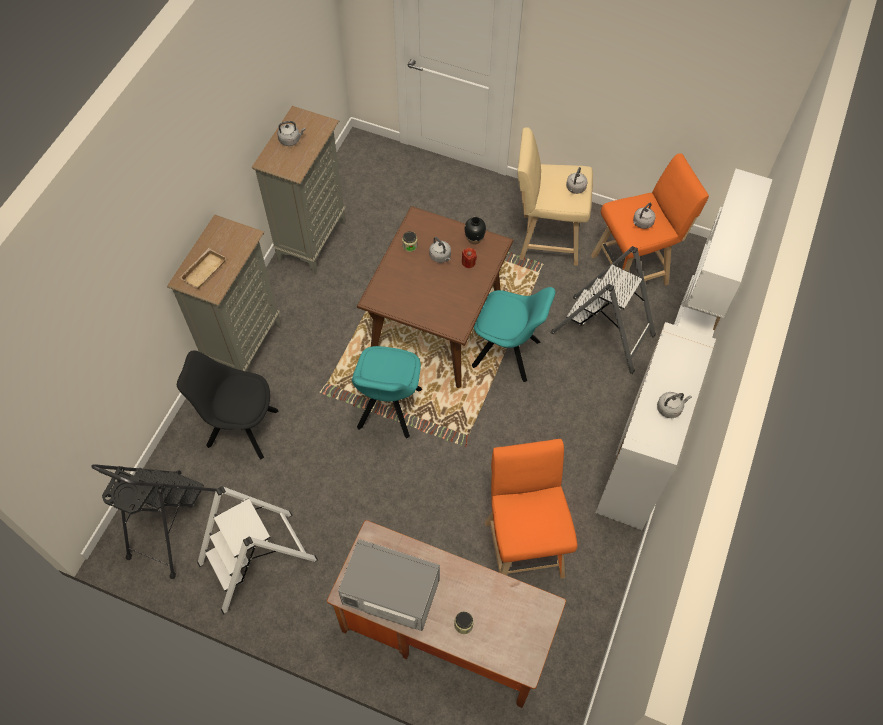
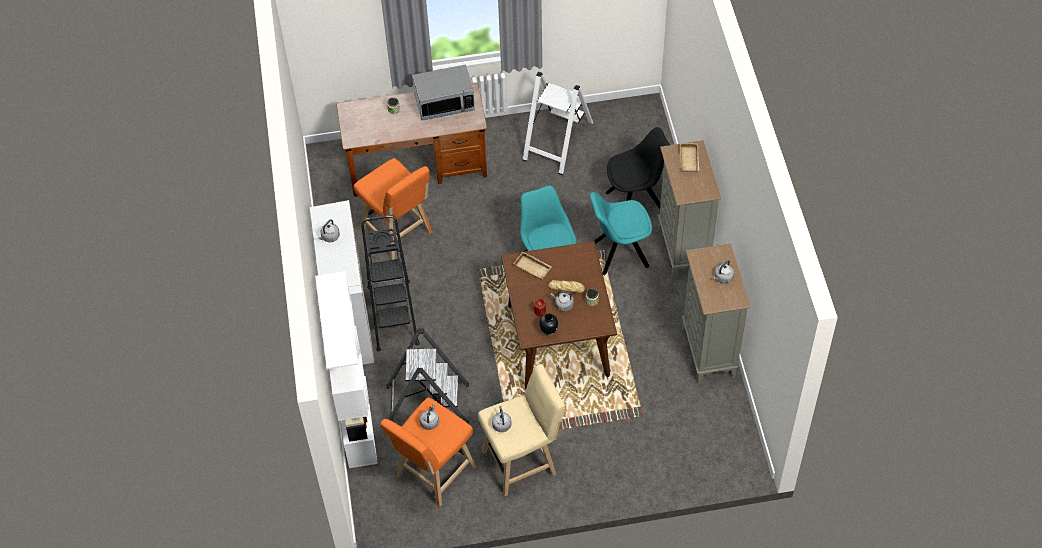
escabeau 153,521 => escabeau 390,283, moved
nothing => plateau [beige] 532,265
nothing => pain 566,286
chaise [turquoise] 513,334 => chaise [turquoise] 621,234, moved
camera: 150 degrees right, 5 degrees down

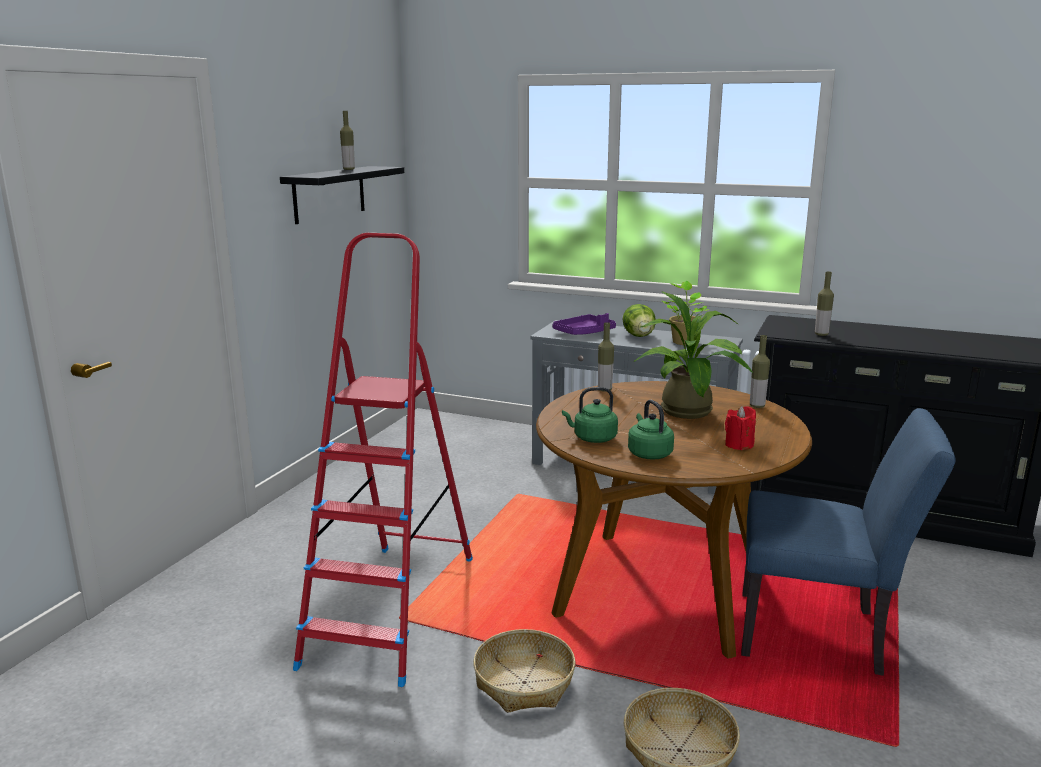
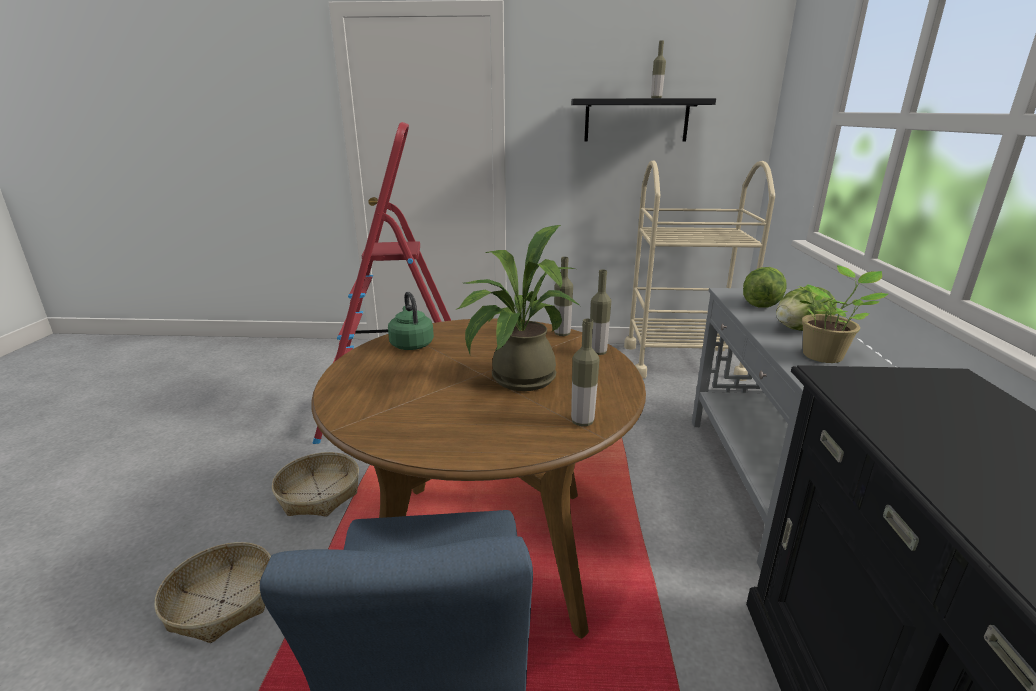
bouteille 824,304 => bouteille 600,312, moved
nothing => chariot [beige] 699,270
plateau [violet] 584,324 => laitue 764,287
bouilloire [vert] 651,430 => nothing
bougie [rouge] 740,428 => nothing
camera: 70 degrees right, 5 degrees up

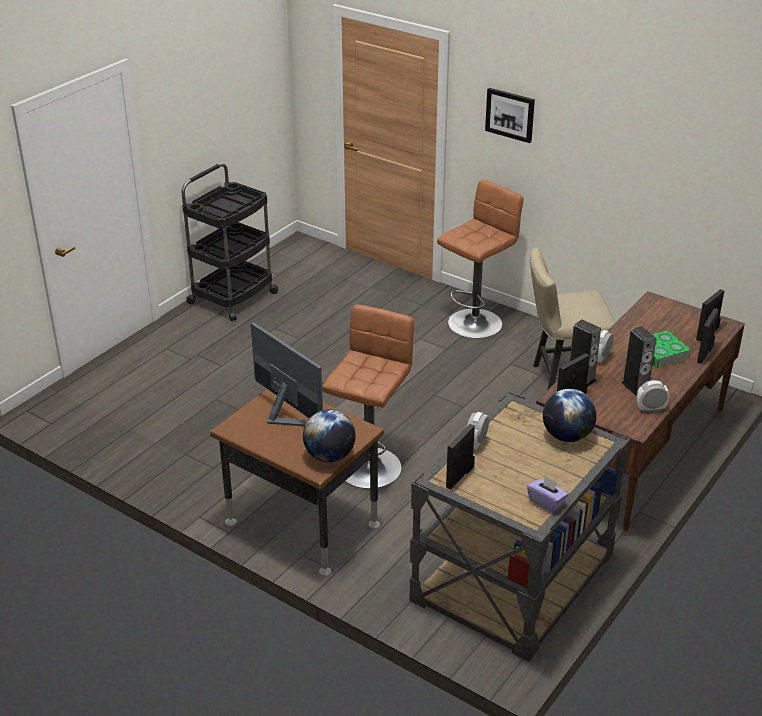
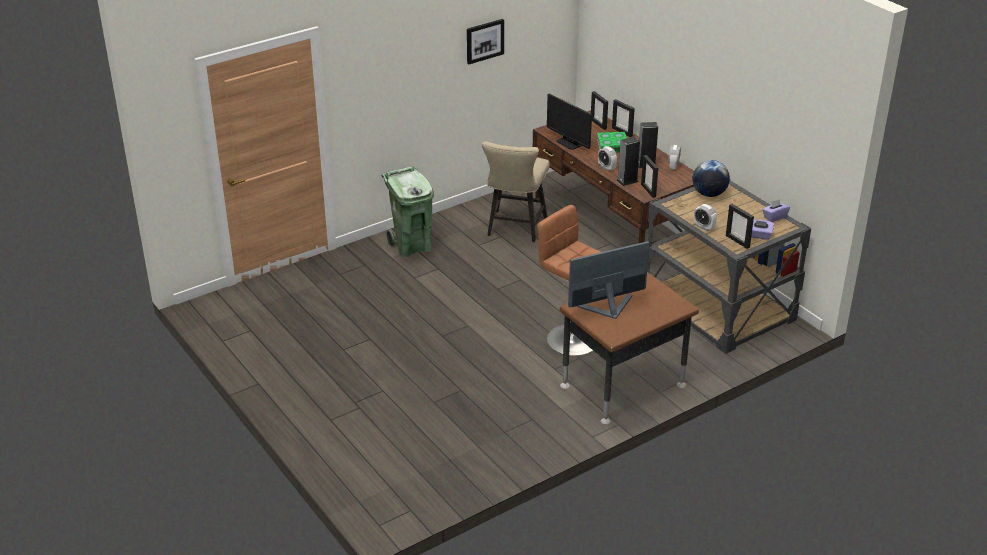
tabouret [marron] 480,259 => poubelle [vert] 407,212
tableau 510,115 => tableau 485,41, moved
nothing => écran d'ordinateur 569,121
nothing => boîte à mouchoirs [violet] 762,229
chariot [noir] 230,242 => nothing
globe 329,436 => nothing
camera: 70 degrees left, 0 degrees up

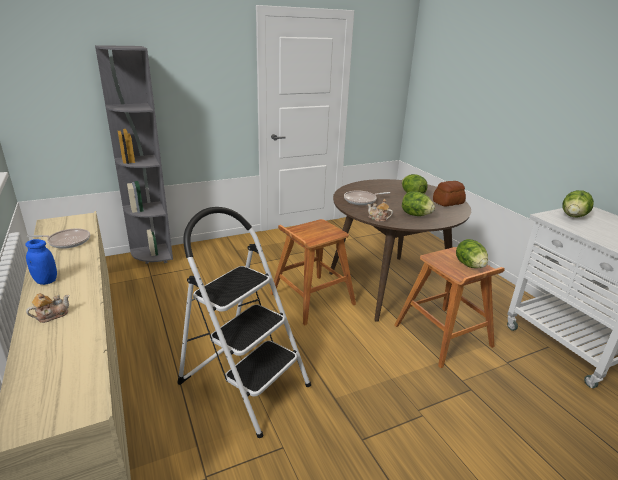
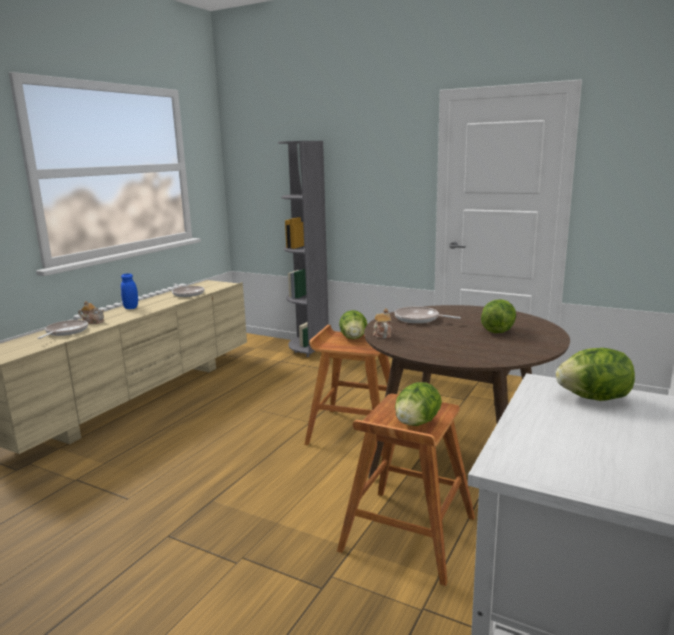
nothing => poêle 63,329
laitue 418,203 => laitue 353,324, moved
escabeau 244,322 => nothing
pain 449,193 => nothing
camera: 55 degrees right, 10 degrees down

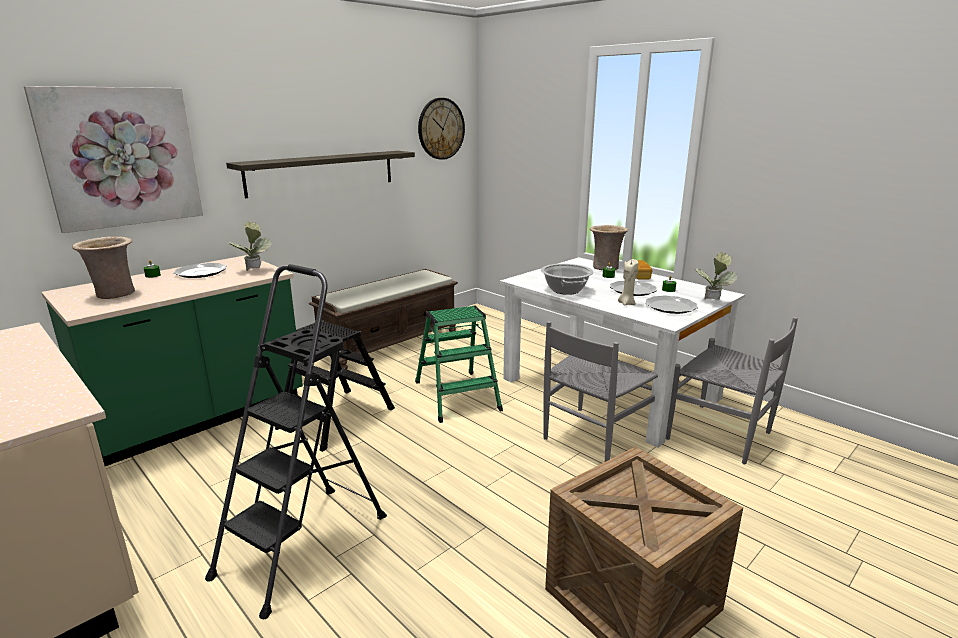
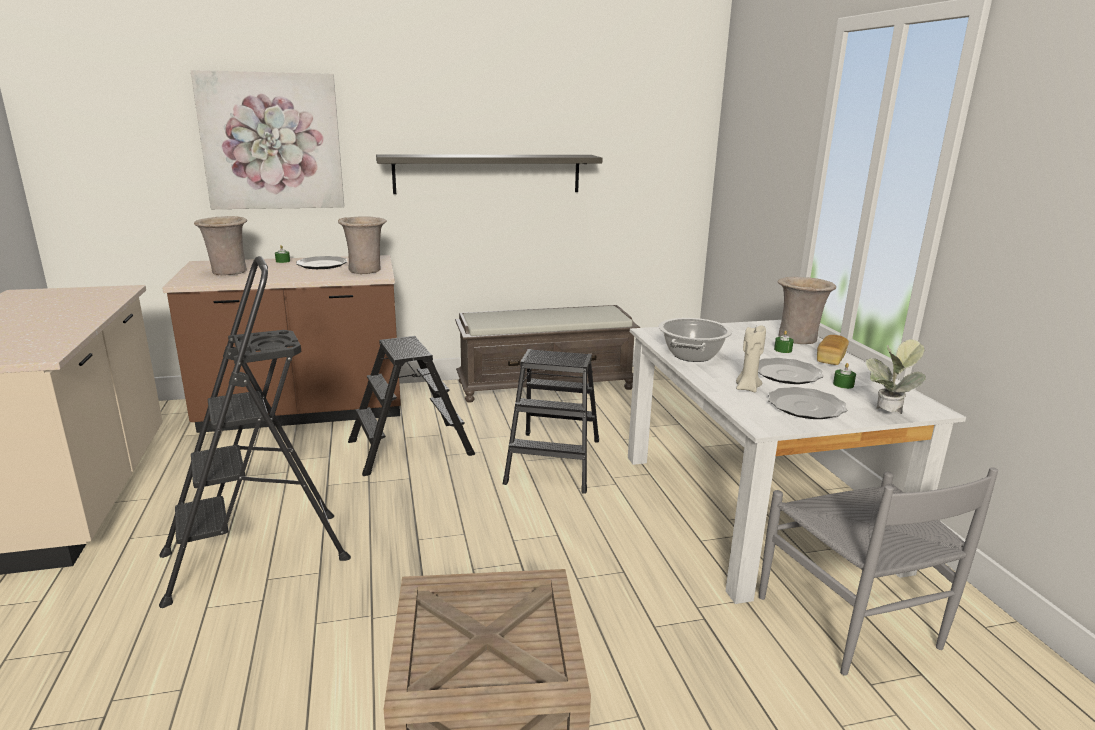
comptoir de cuisine [vert] 172,360 => comptoir de cuisine [marron] 282,344
plante en pot 250,246 => vase [beige] 362,245
escabeau [vert] 459,364 => escabeau [noir] 551,421
horloge murale 441,129 => nothing
chaise [gris] 600,391 => nothing
camera: 30 degrees right, 0 degrees up

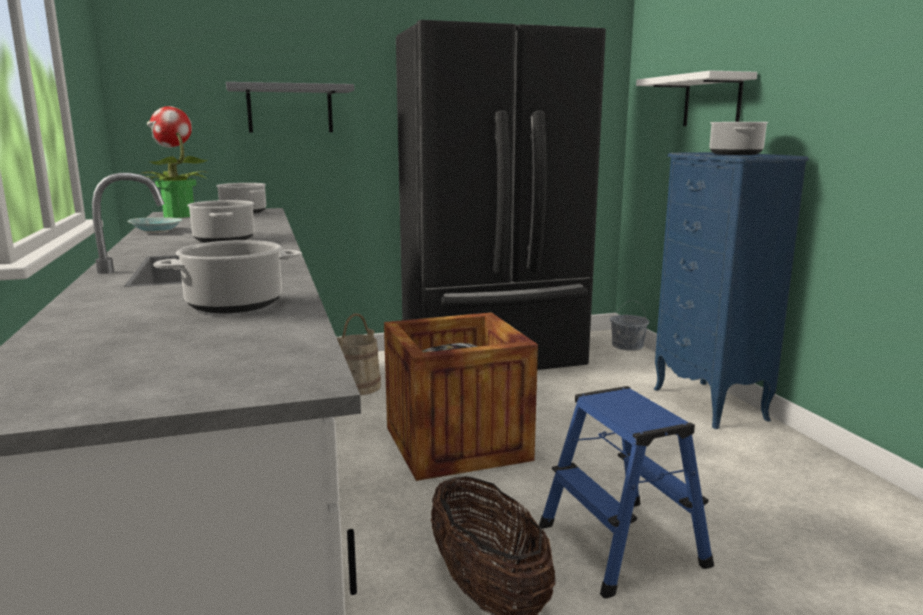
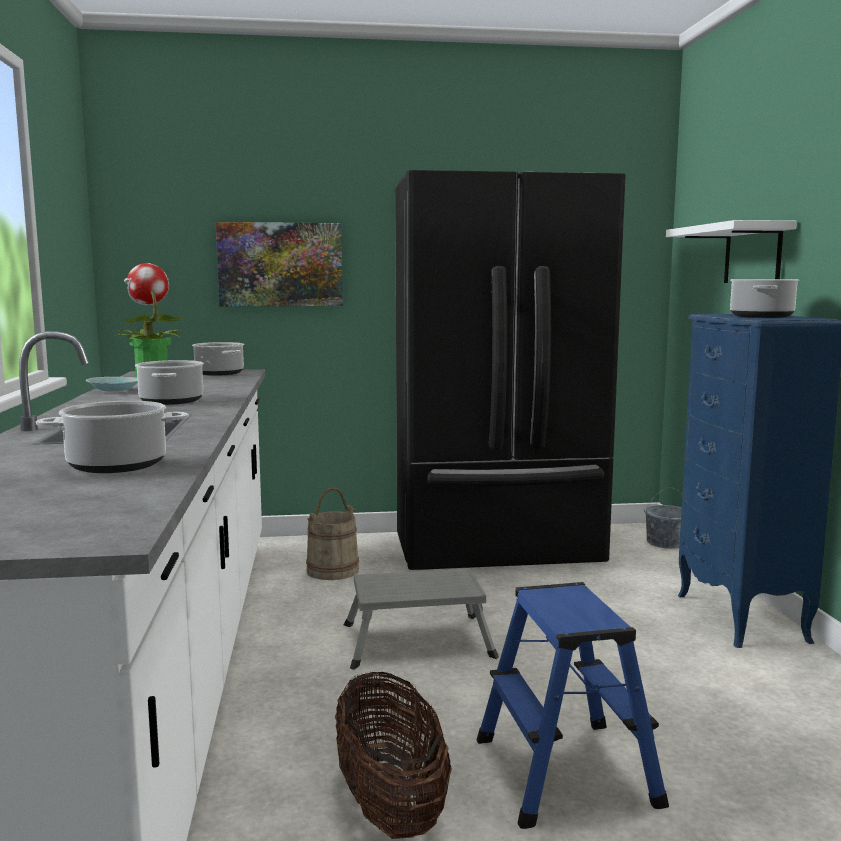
étagère [gris] 290,107 => tableau 279,264
caisse 461,396 => escabeau [gris] 421,619
camera: 10 degrees right, 5 degrees down

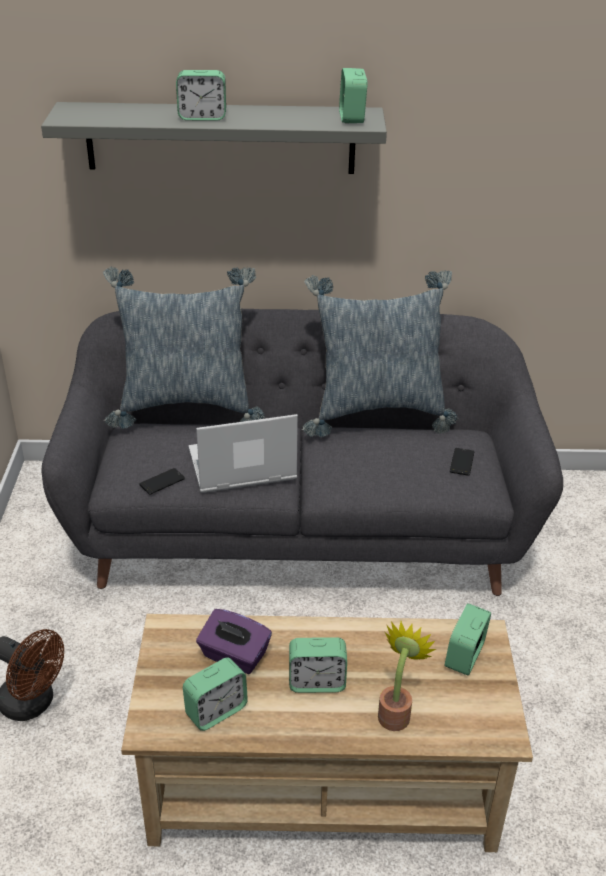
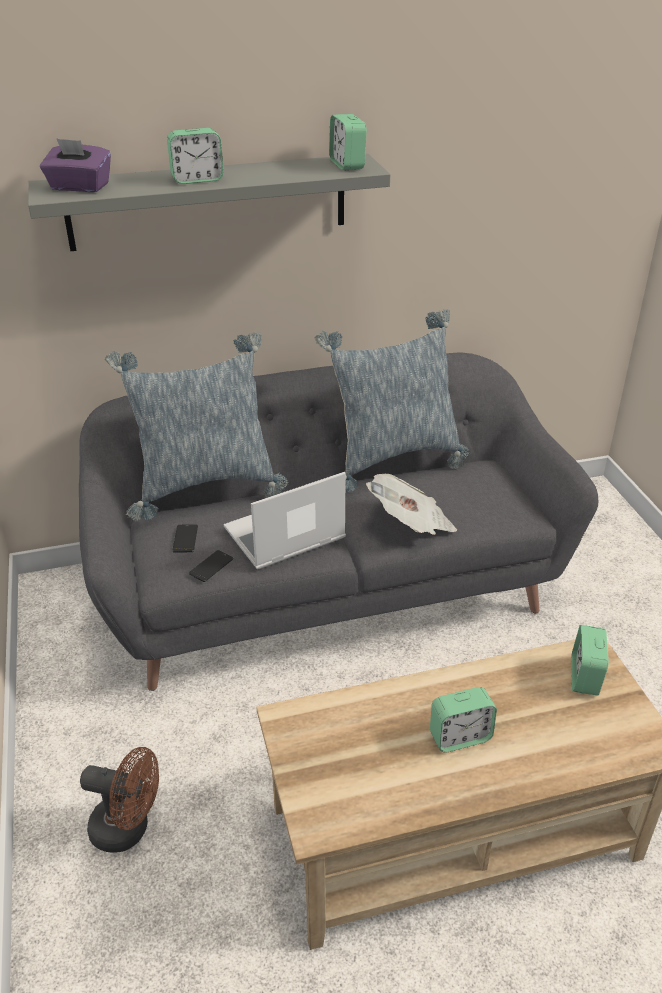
boîte à mouchoirs [violet] 234,641 => boîte à mouchoirs [violet] 75,165, moved
téléphone 462,462 => téléphone 185,538, moved
nothing => journal 411,504
réveil 215,694 => nothing
plante en pot 407,676 => nothing
camera: 15 degrees left, 0 degrees up

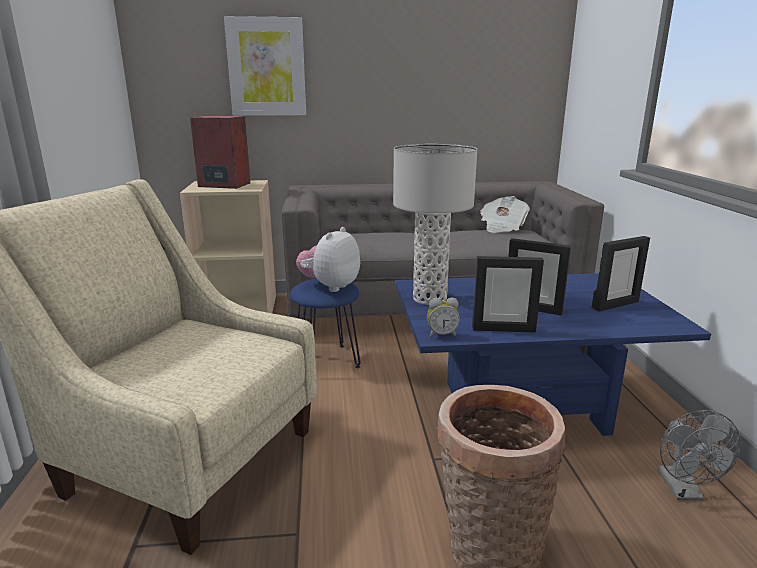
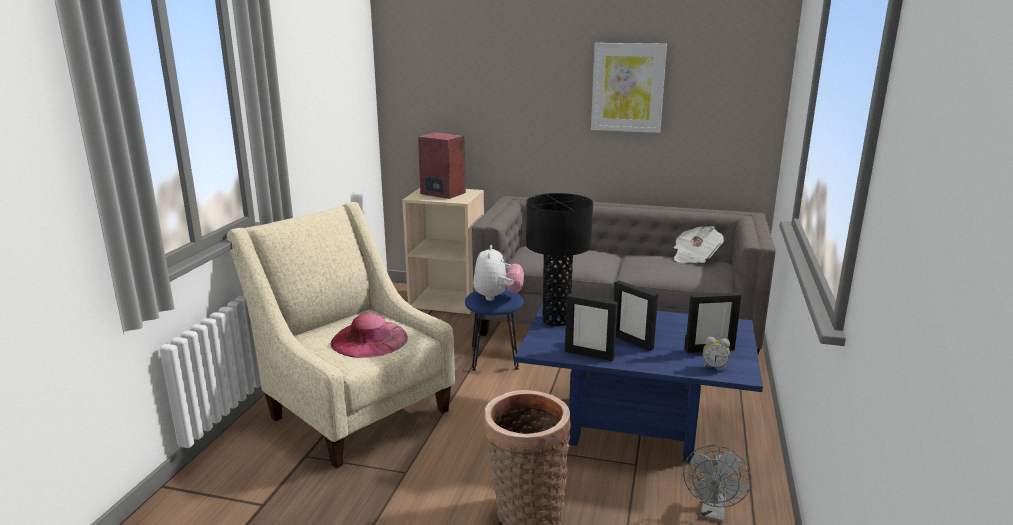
nothing => chapeau [rose] 369,335
peluche 328,259 => peluche 498,273, 135 degrees clockwise
lampe de table [blanc] 435,224 => lampe de table [noir] 559,259
tableau 265,66 => tableau 629,88, moved
réveil 443,318 => réveil 716,354, moved
camera: 20 degrees right, 0 degrees up

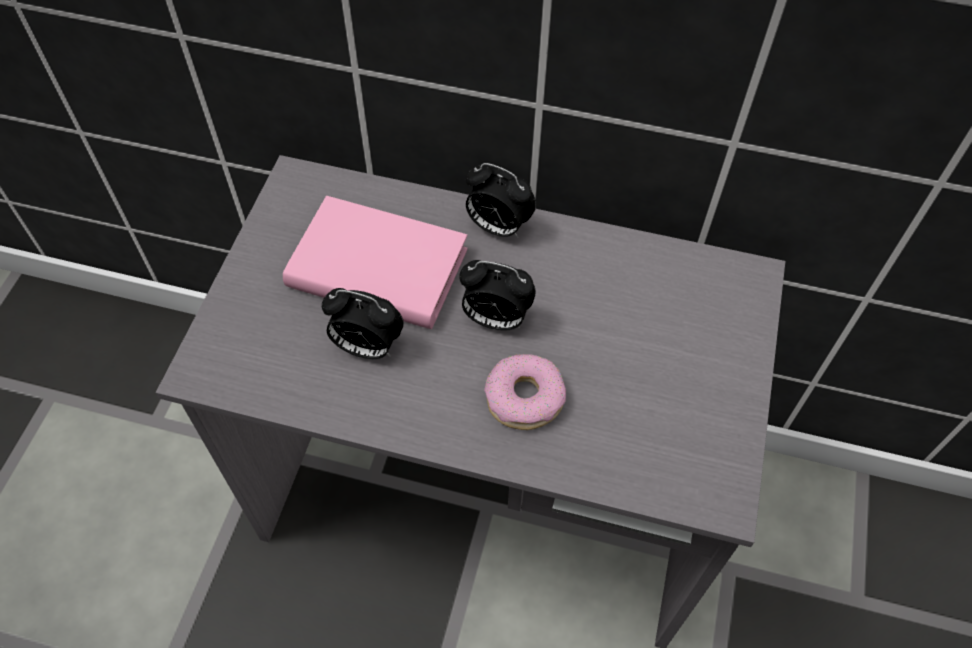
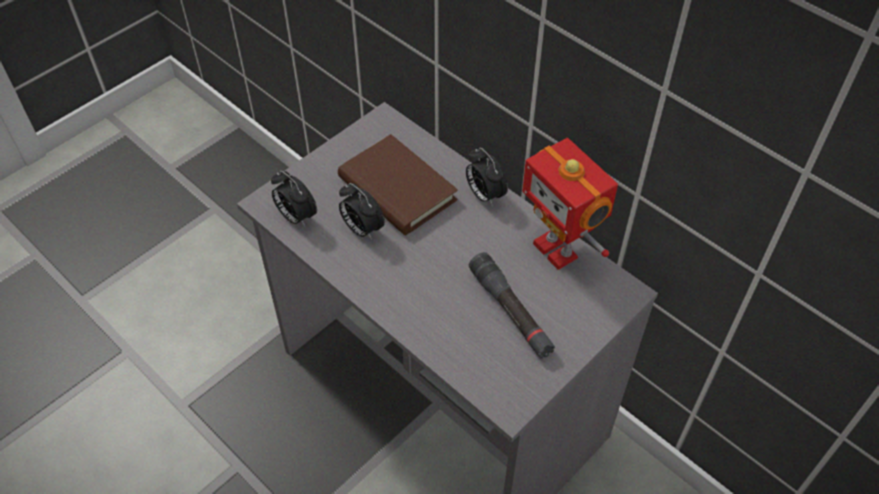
réveil 497,295 => réveil 294,199, moved
livre [rose] 375,262 => livre [marron] 398,185
nothing => lampe de poche [noir] 512,305
nothing => robot jouet 570,204
beignet 525,392 => nothing
camera: 30 degrees right, 5 degrees down

